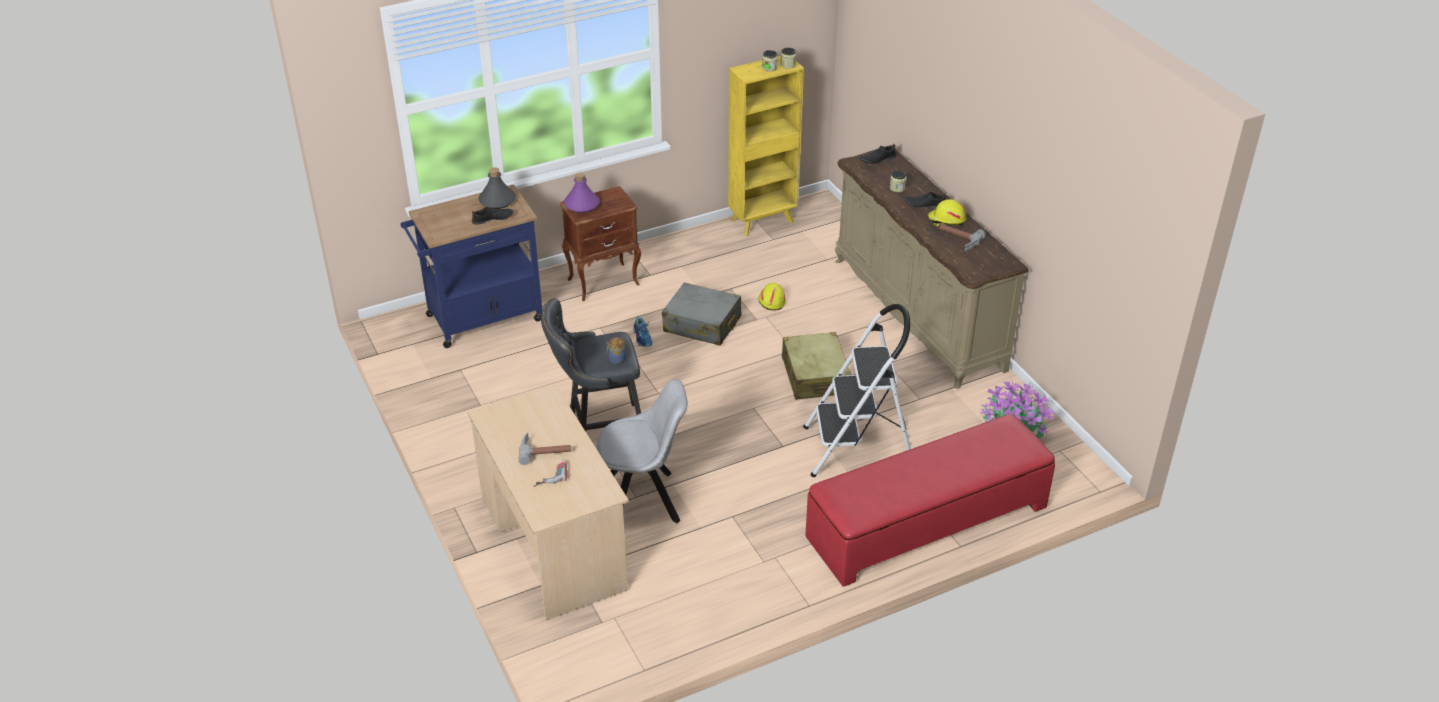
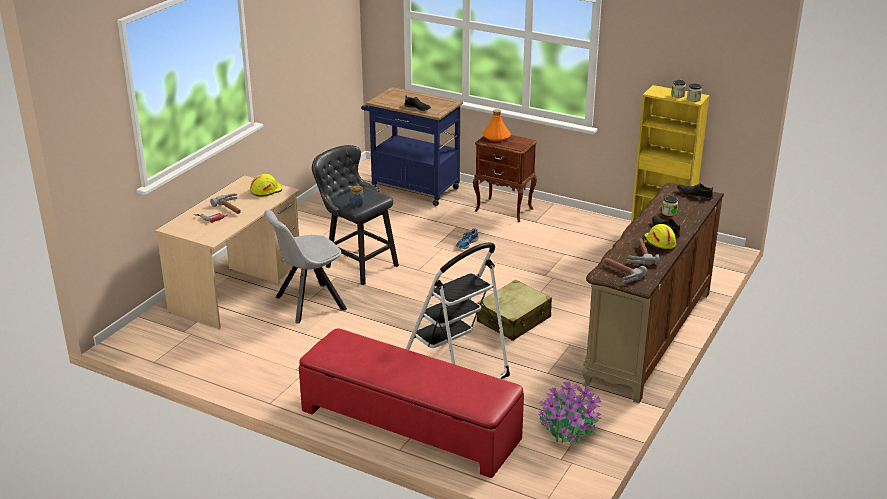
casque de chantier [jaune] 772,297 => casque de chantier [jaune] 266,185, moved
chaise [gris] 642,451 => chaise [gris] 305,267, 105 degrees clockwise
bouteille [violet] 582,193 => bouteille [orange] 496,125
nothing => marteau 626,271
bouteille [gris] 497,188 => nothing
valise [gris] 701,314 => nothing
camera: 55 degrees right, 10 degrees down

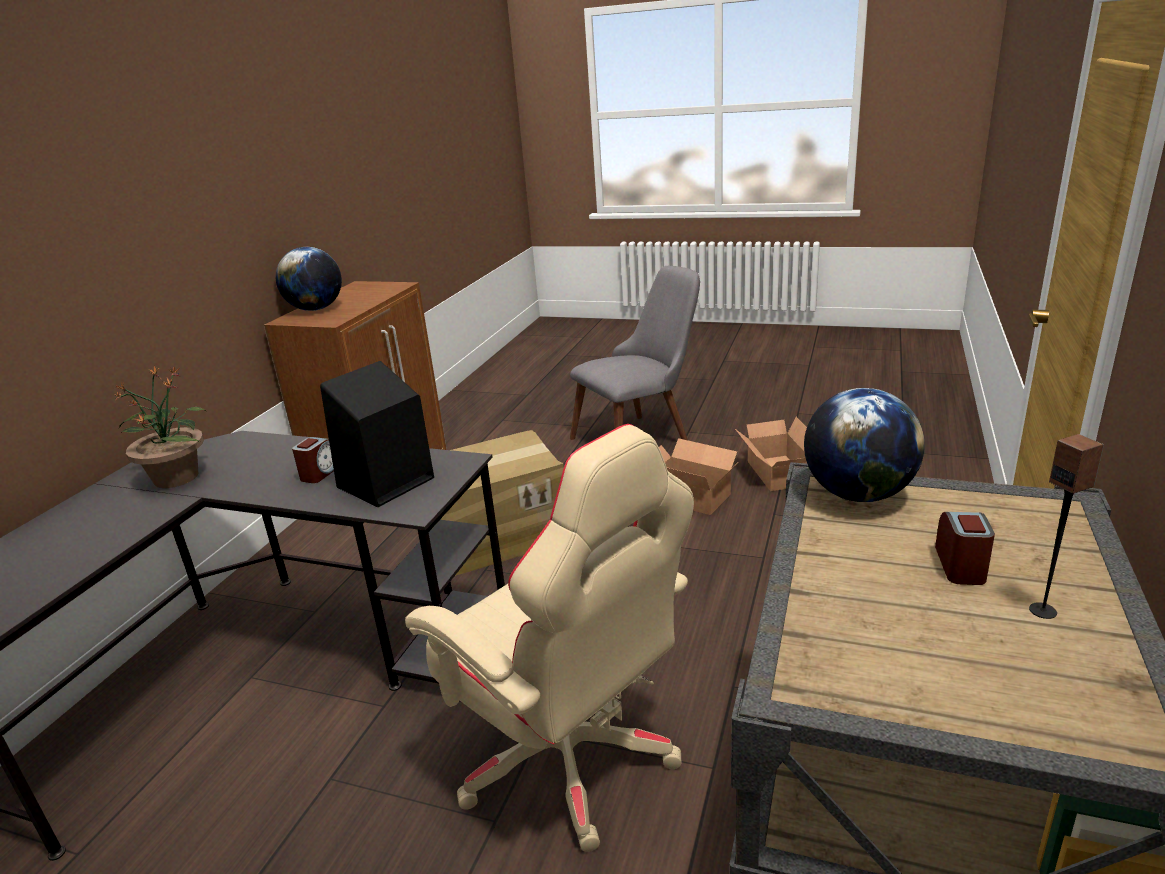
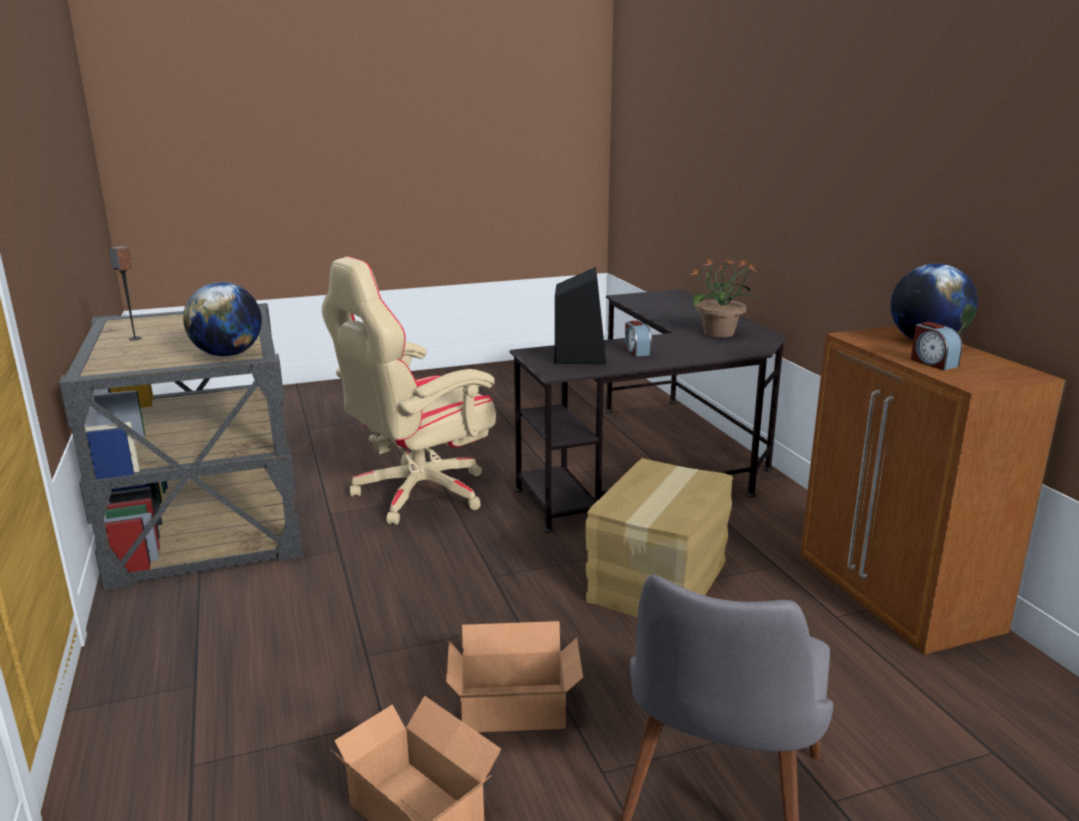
chaise de bureau [beige] 549,638 => chaise de bureau [beige] 409,390, 45 degrees counterclockwise
réveil 965,548 => réveil 936,346, moved
camera: 140 degrees right, 5 degrees down

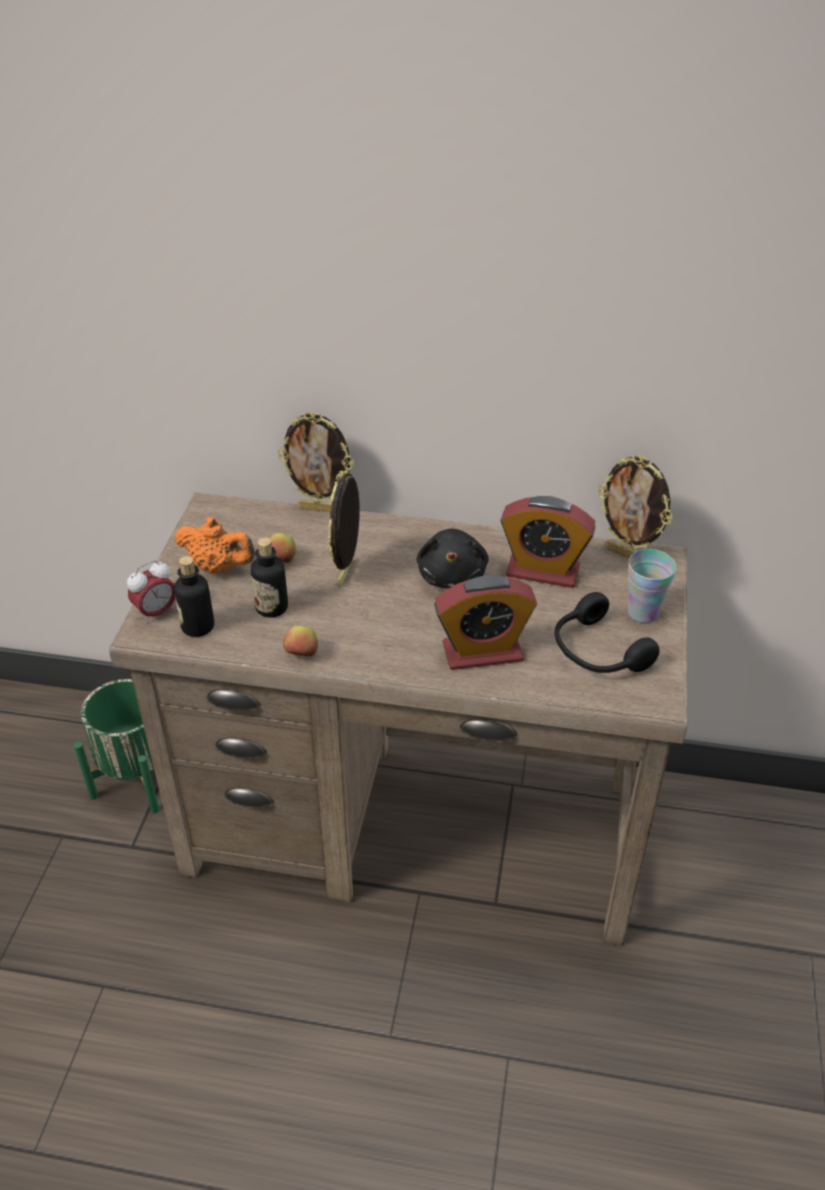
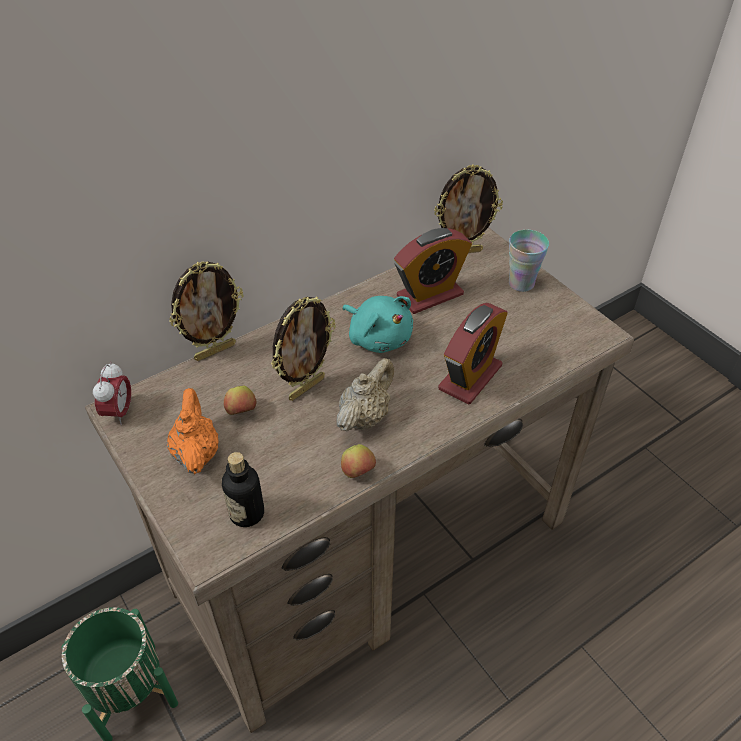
réveil 151,592 => réveil 112,393, moved
théière [orange] 215,545 => théière [orange] 192,431, 75 degrees counterclockwise
cadre photo 343,529 => cadre photo 303,348, 105 degrees counterclockwise
nothing => théière [beige] 365,394
peluche [noir] 453,559 => peluche [turquoise] 377,324
bouteille 269,578 => nothing
casque audio [noir] 607,632 => nothing
camera: 45 degrees left, 5 degrees up

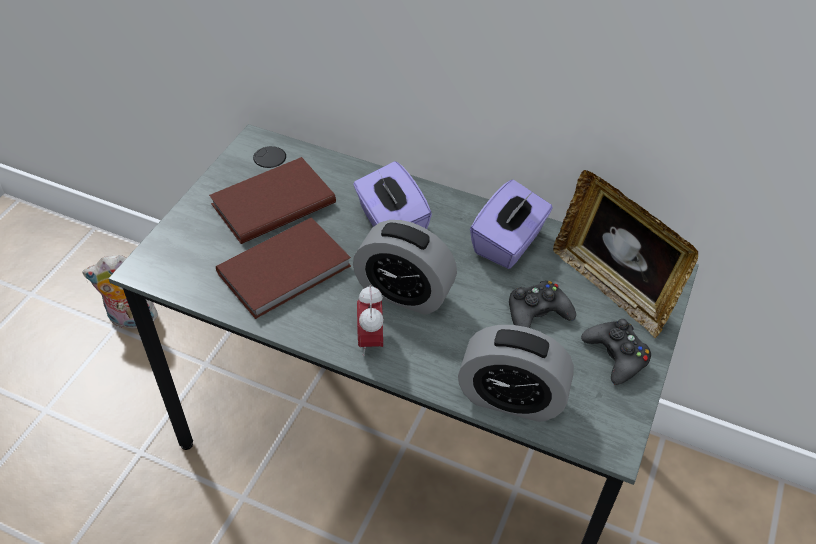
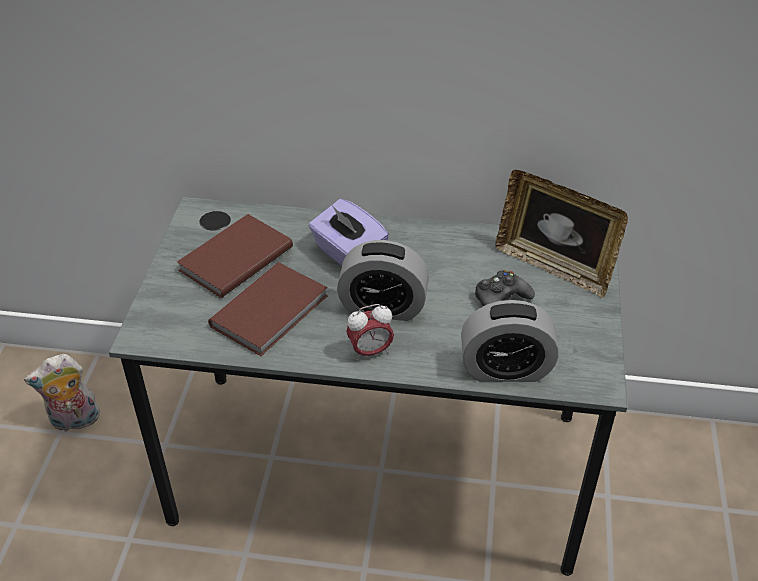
réveil 370,320 => réveil 370,332, 90 degrees counterclockwise
boîte à mouchoirs [violet] 511,224 => nothing
manette [noir] 616,352 => nothing
camera: 15 degrees left, 5 degrees down

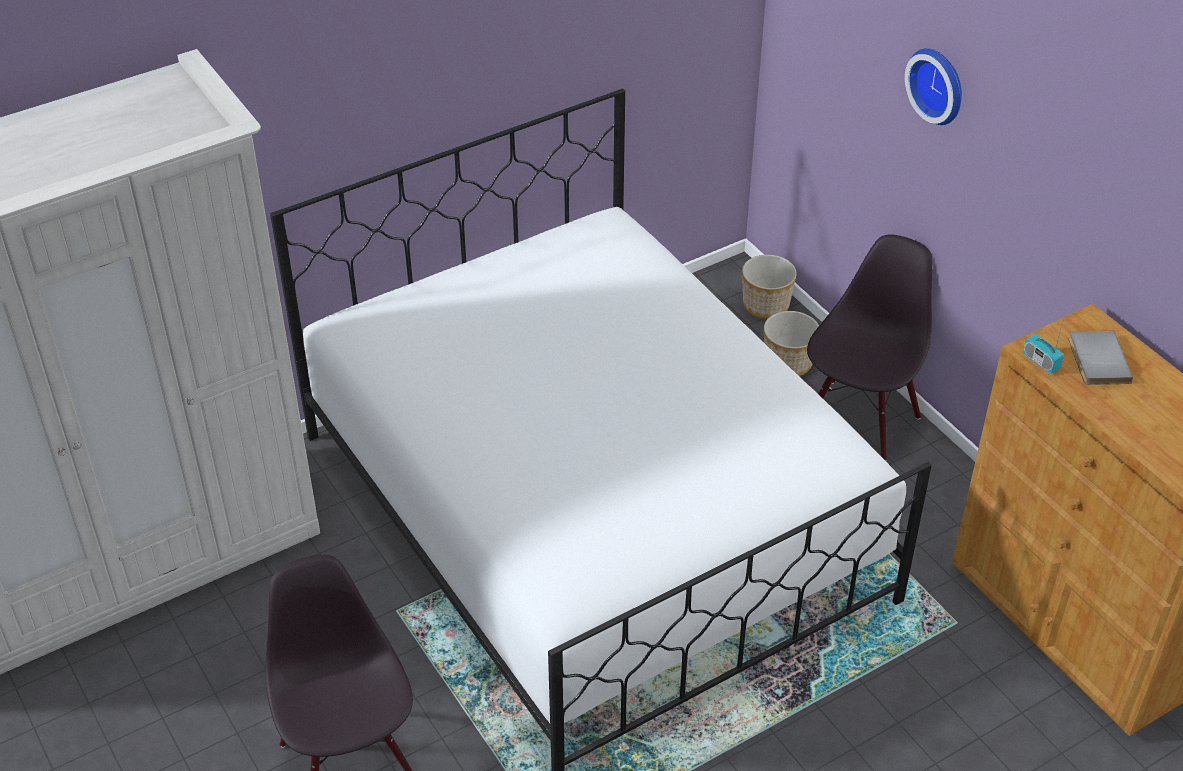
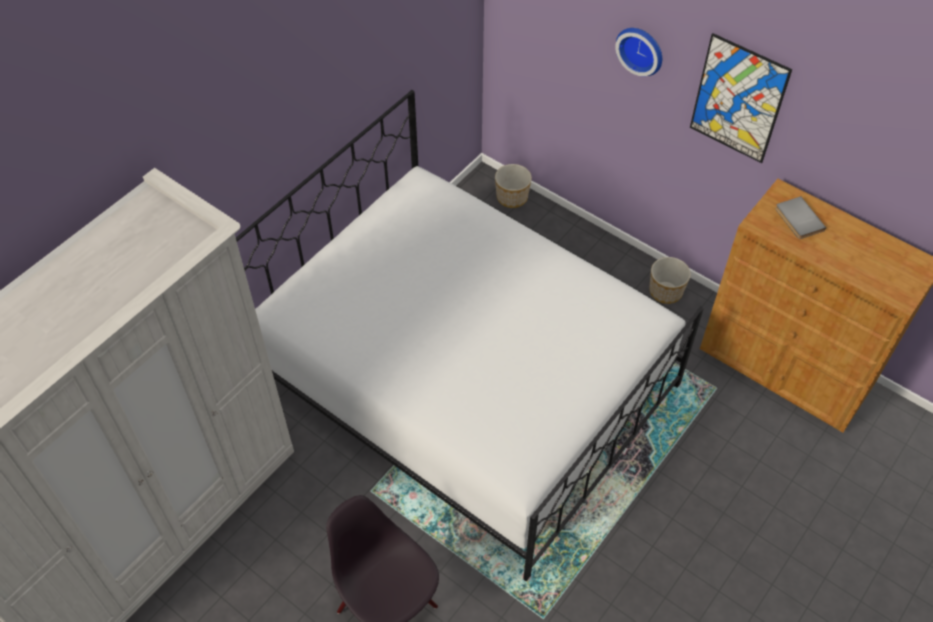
cache-pot 791,343 => cache-pot 670,280, moved
nothing => tableau 741,98
chaise [noir] 869,347 => nothing
radio 1043,346 => nothing
camera: 20 degrees left, 10 degrees up

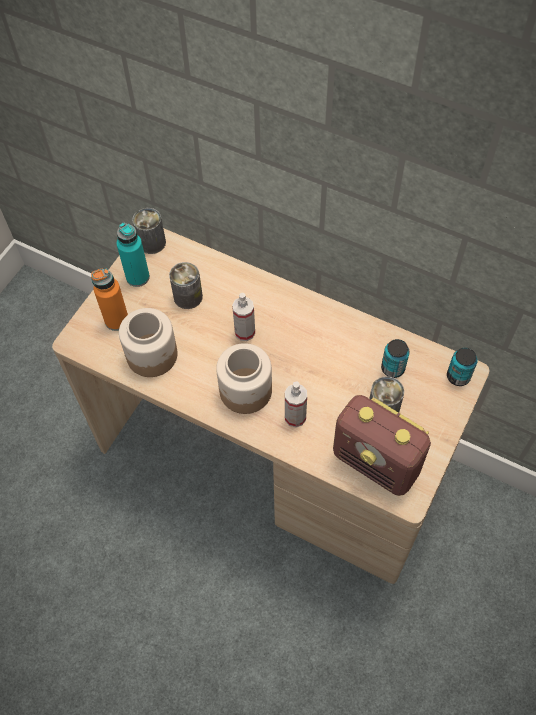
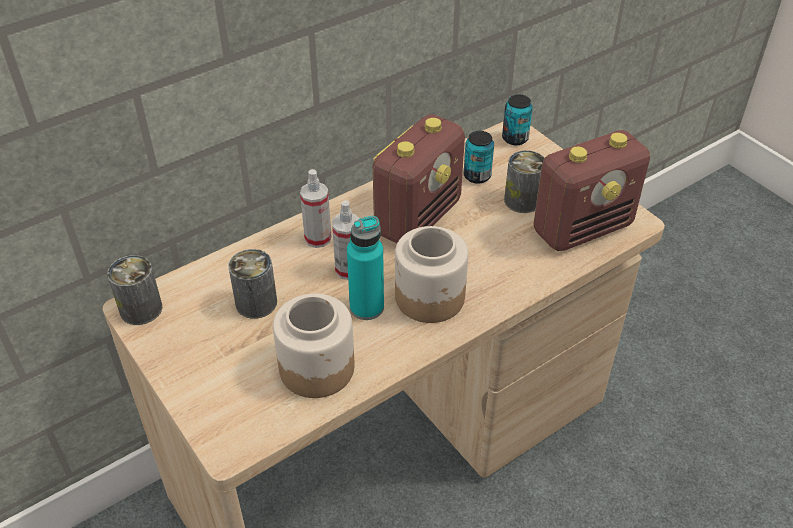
vaporisateur 296,404 => vaporisateur 315,208, moved
bouteille [turquoise] 133,255 => bouteille [turquoise] 365,268, moved
nothing => radio 419,178
bouteille [orange] 109,299 => nothing
camera: 65 degrees left, 15 degrees down

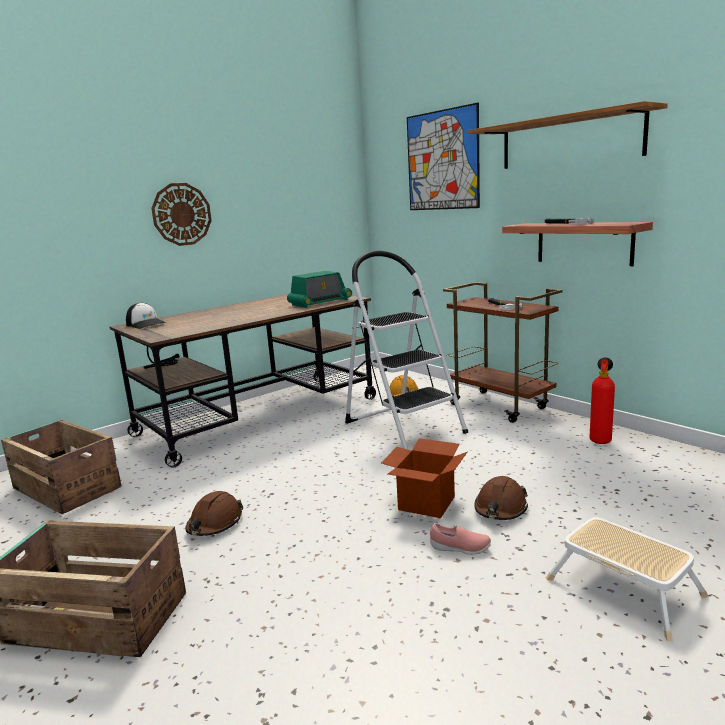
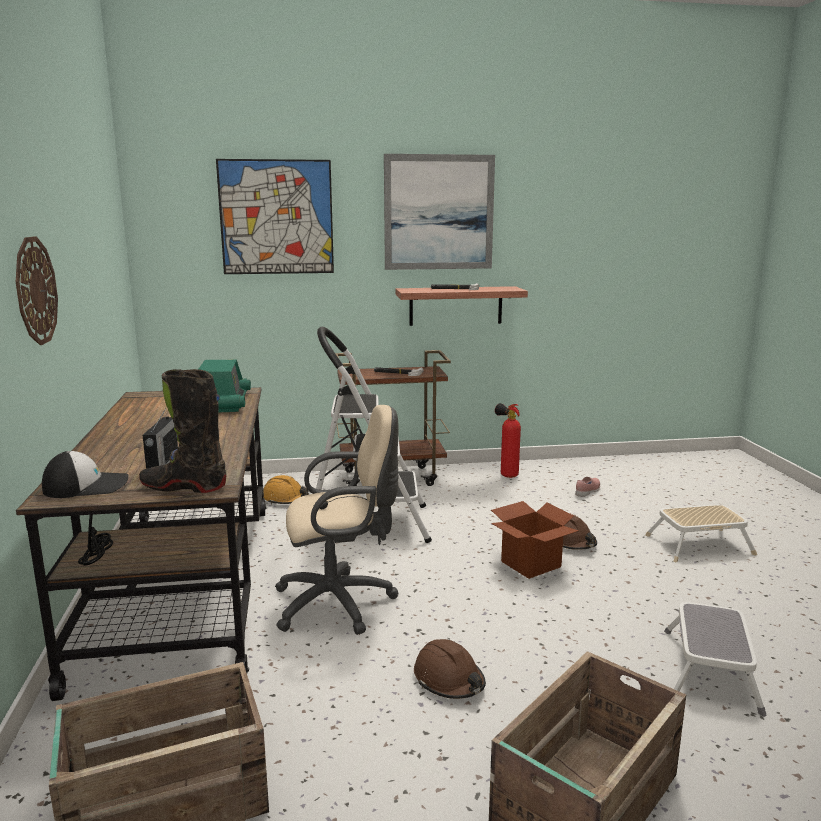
nothing => botte [noir] 183,431
nothing => radio 160,439
nothing => chaise de bureau [beige] 337,520
étagère 568,135 => tableau 439,212
chaussure [rose] 460,539 => chaussure [rose] 587,487, moved
nothing => escabeau [gris] 715,659
camera: 60 degrees left, 0 degrees up

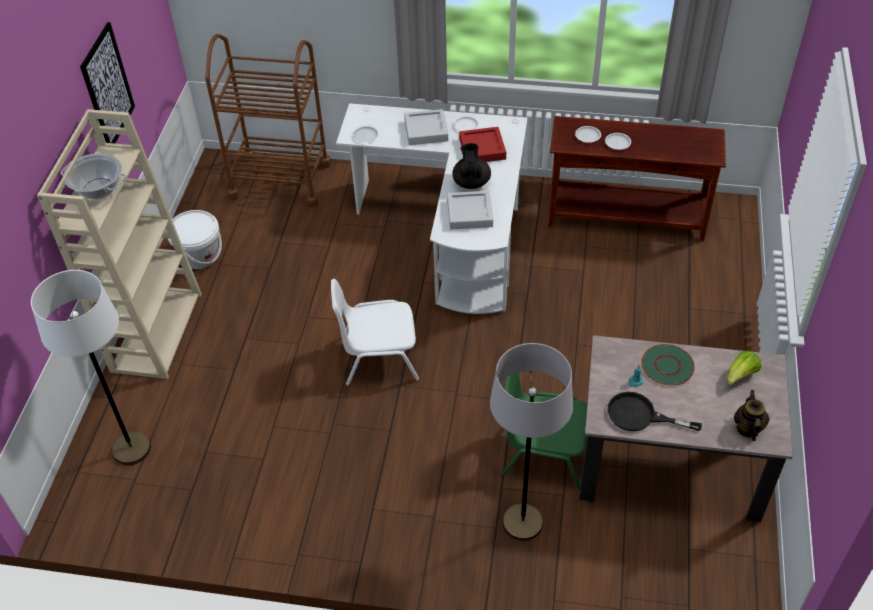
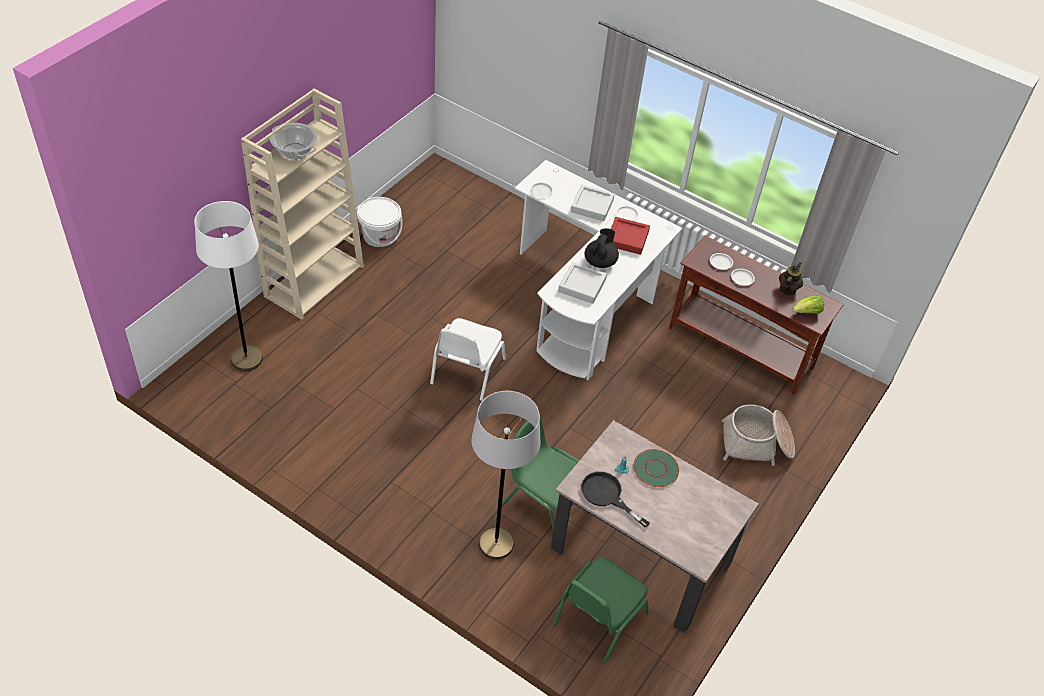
chaise [blanc] 375,332 => chaise [blanc] 468,359, 90 degrees counterclockwise
nothing => chaise [vert] 600,610
nothing => panier 758,435
théière 752,415 => théière 791,278, moved
laitue 744,368 => laitue 808,304, moved
tableau 107,82 => nothing
chariot [marron] 268,121 => nothing
camera: 20 degrees right, 0 degrees up

